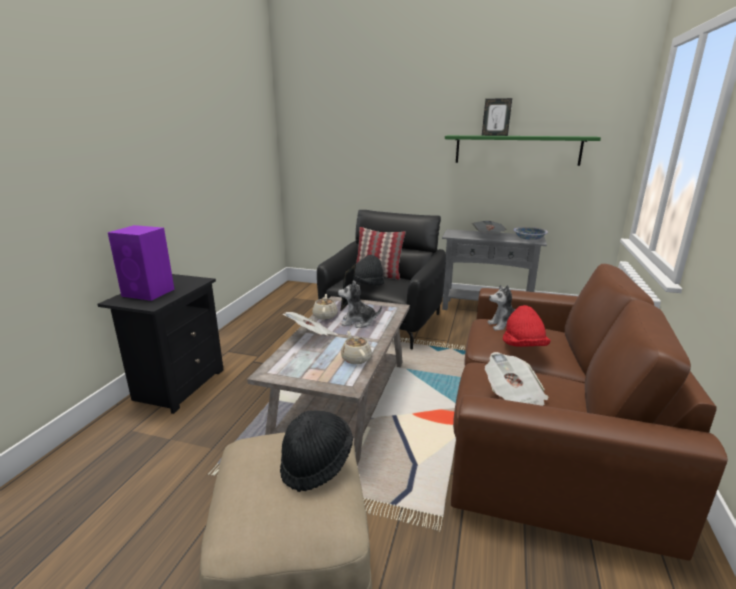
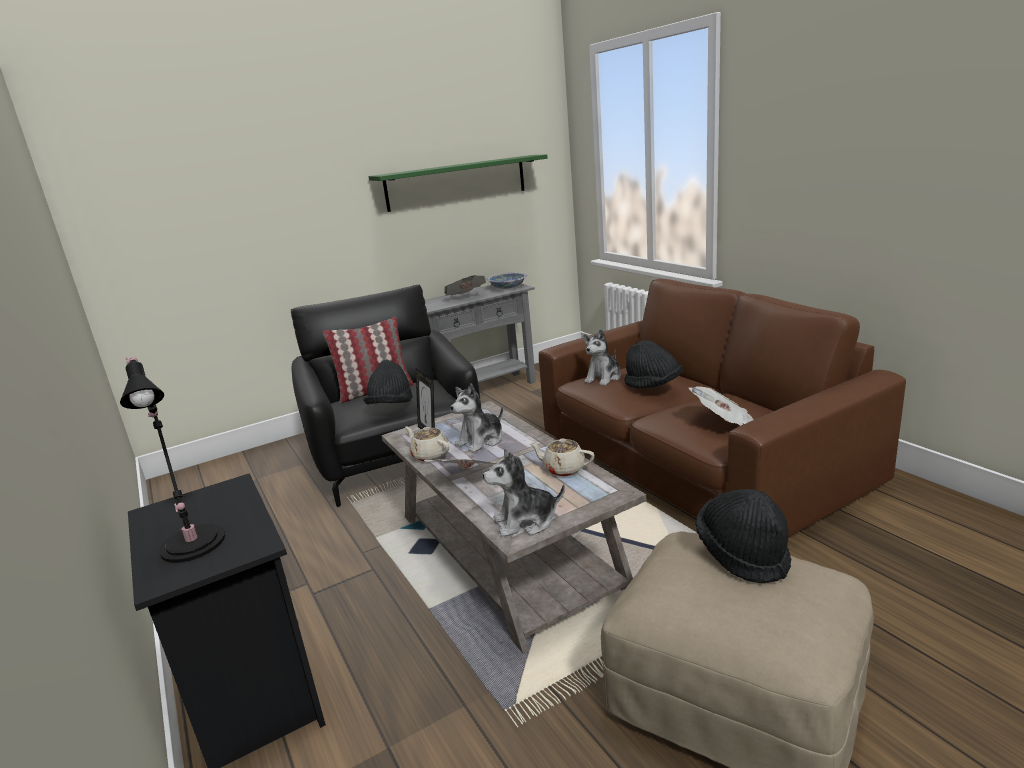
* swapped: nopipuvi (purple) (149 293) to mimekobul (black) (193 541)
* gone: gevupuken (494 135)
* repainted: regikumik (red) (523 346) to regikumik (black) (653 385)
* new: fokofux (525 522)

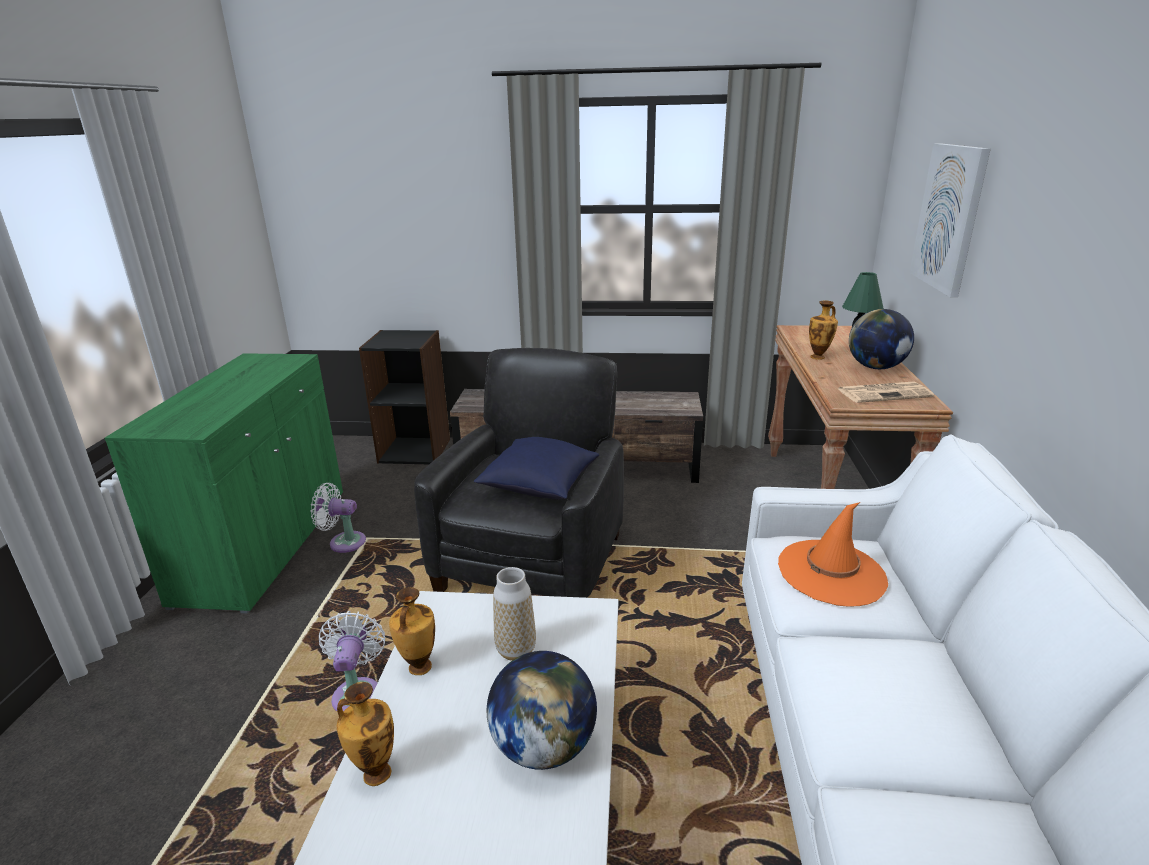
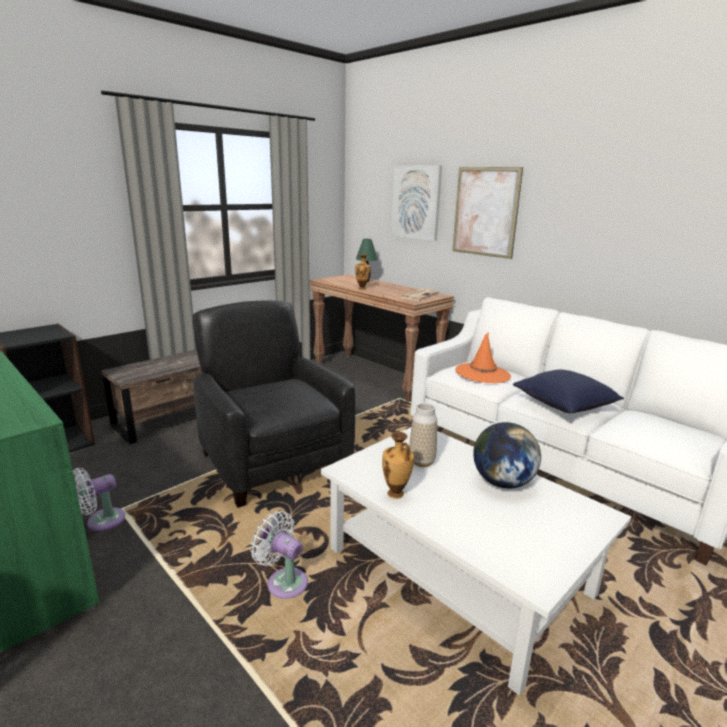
* gone: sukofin (375 773)
* shifted: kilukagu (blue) (539 486) to (564 406)
* gone: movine (876 367)
* new: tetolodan (485 212)

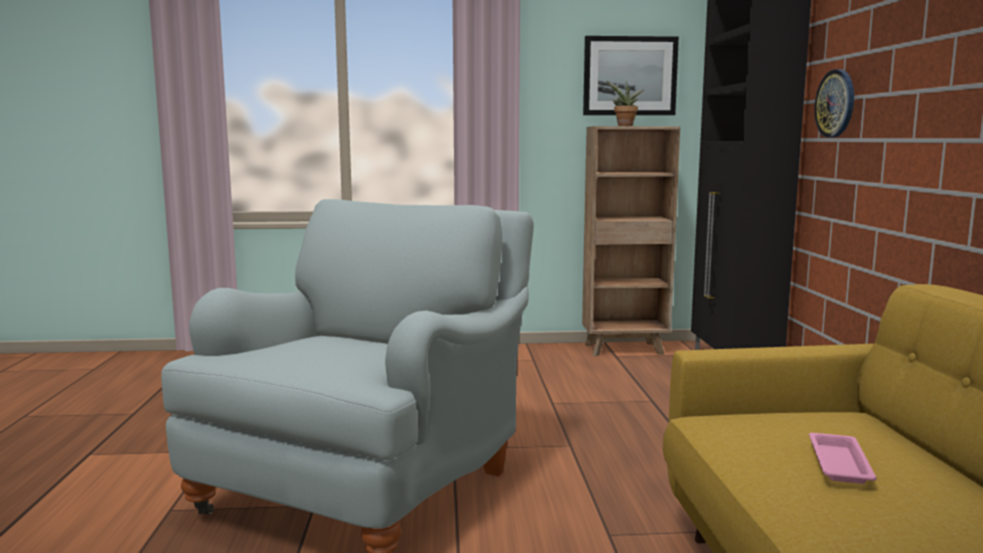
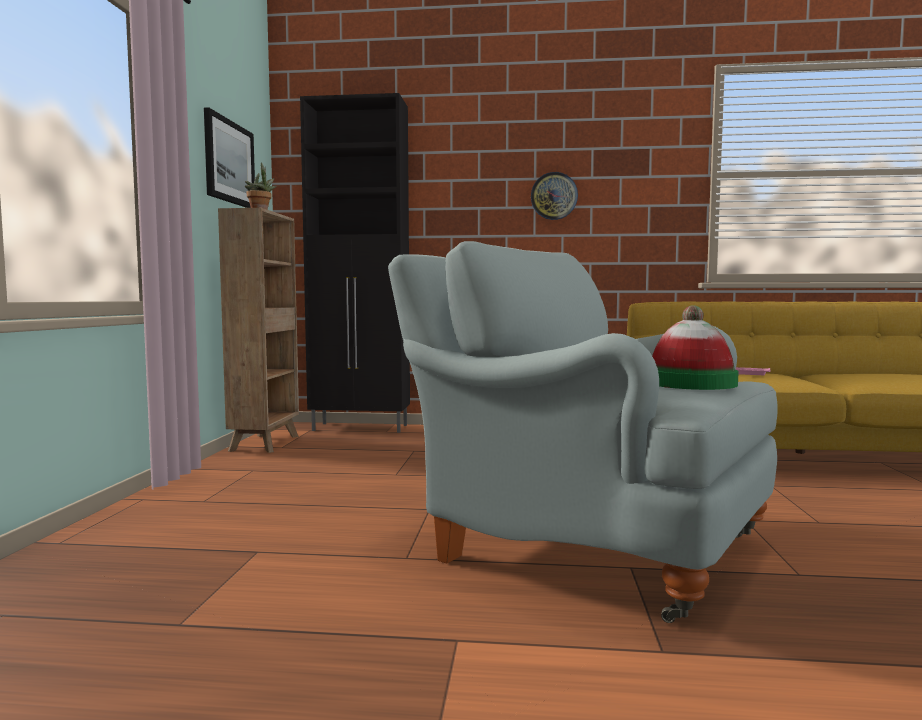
* shifted: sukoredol (835 103) to (554 196)
* new: regikumik (690 383)

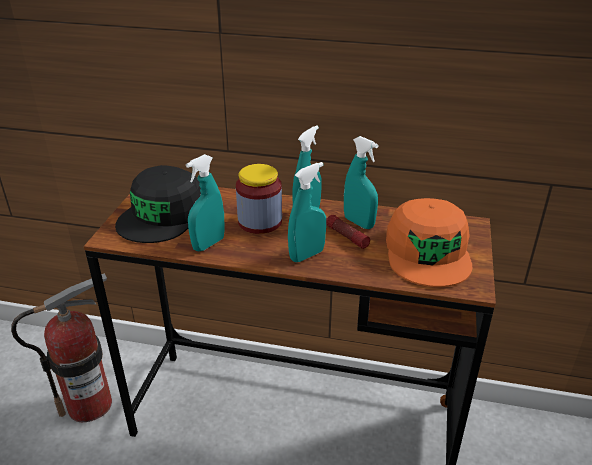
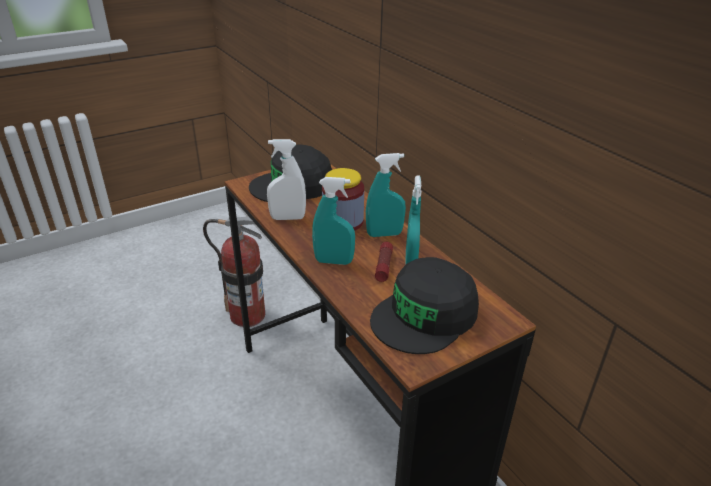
* repainted: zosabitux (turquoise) (208 244) to zosabitux (white) (287 218)
* repainted: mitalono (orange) (428 252) to mitalono (black) (425 316)

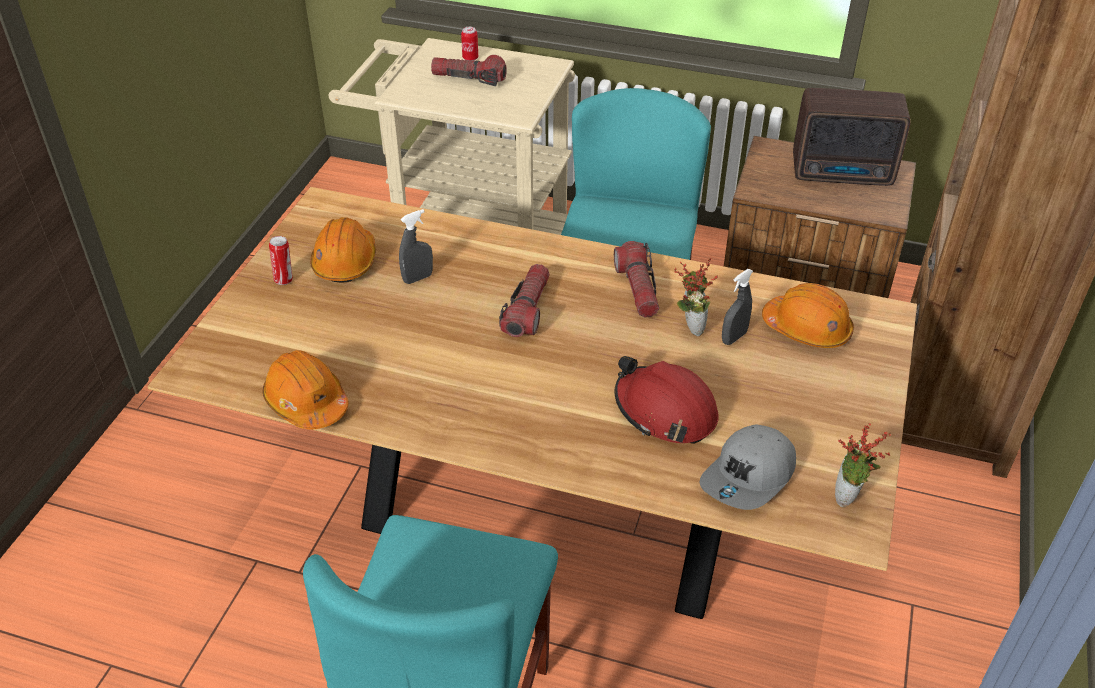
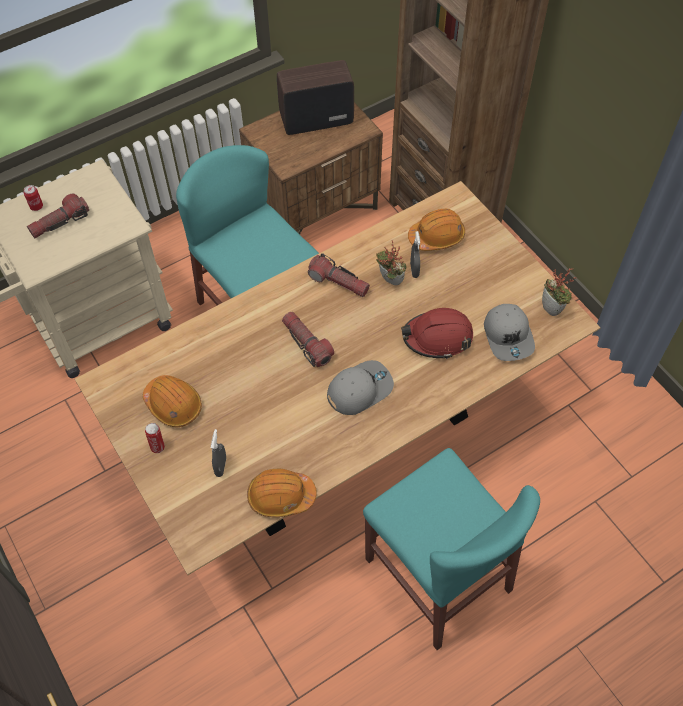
* shifted: zosabitux (grey) (418 278) to (221 466)
* rotated: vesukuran (844 174) = (314 119) 150 degrees counterclockwise
* new: mitalono (grey) (359 389)

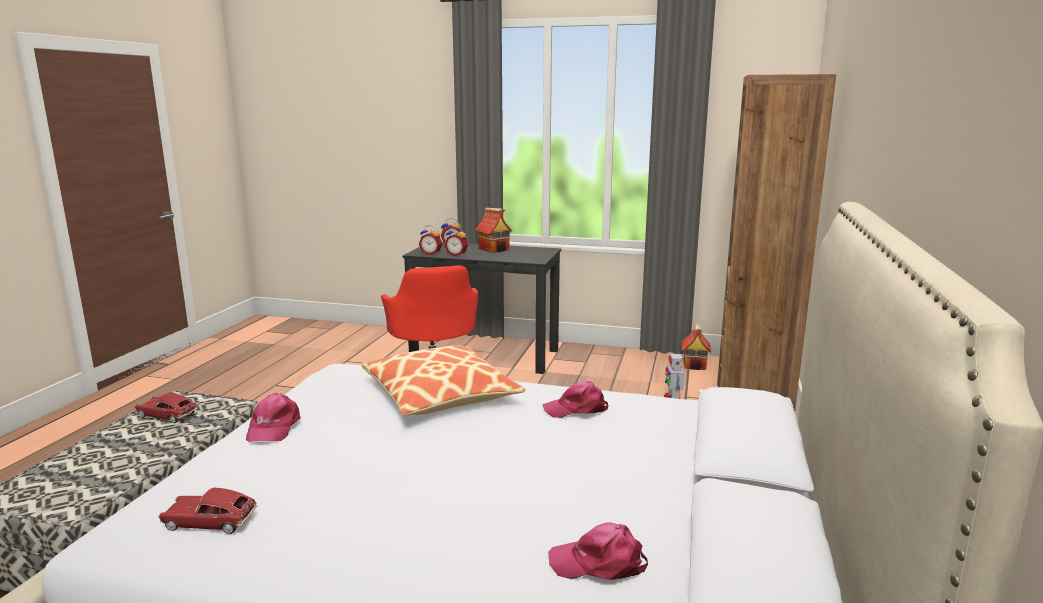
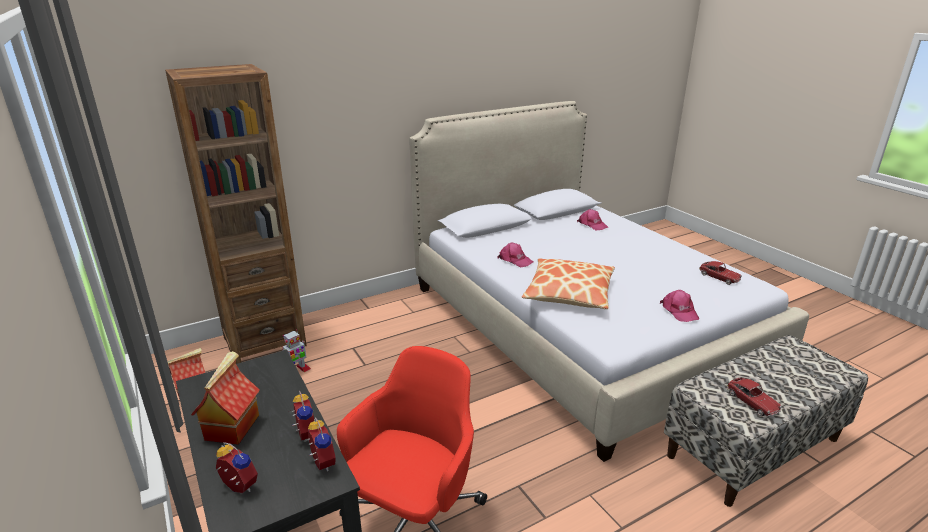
* rotated: mitalono (pink) (273 427) = (679 311) 120 degrees clockwise

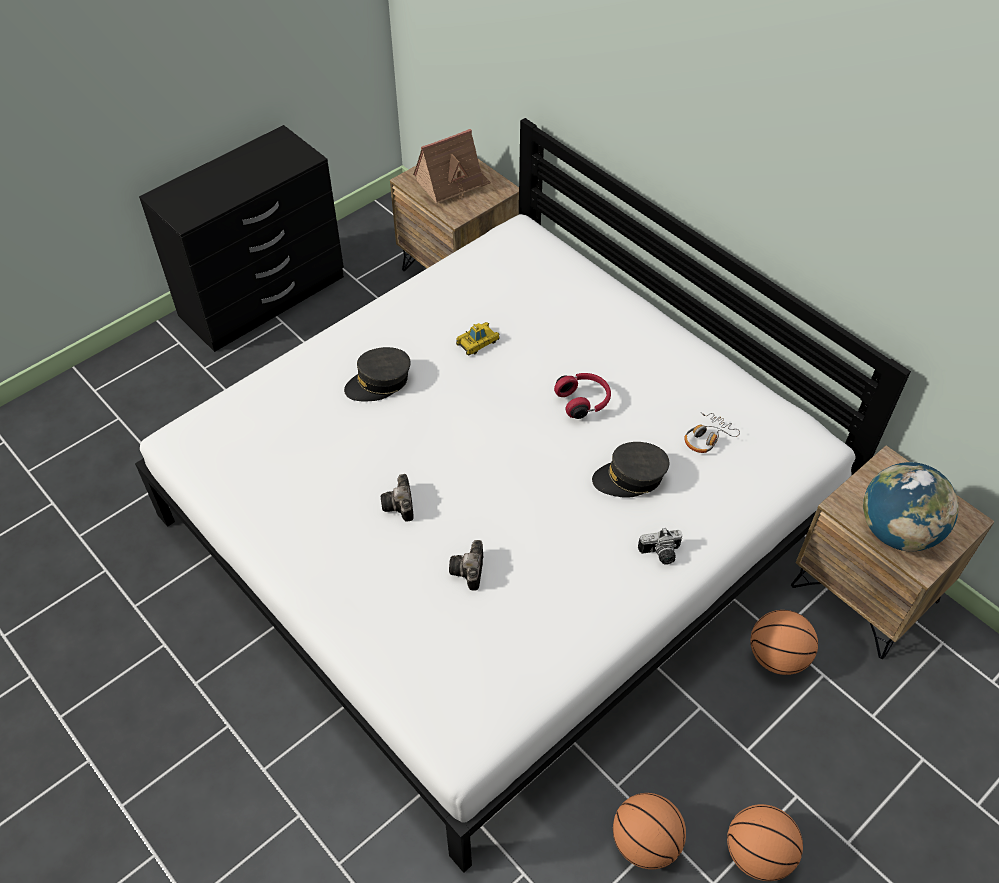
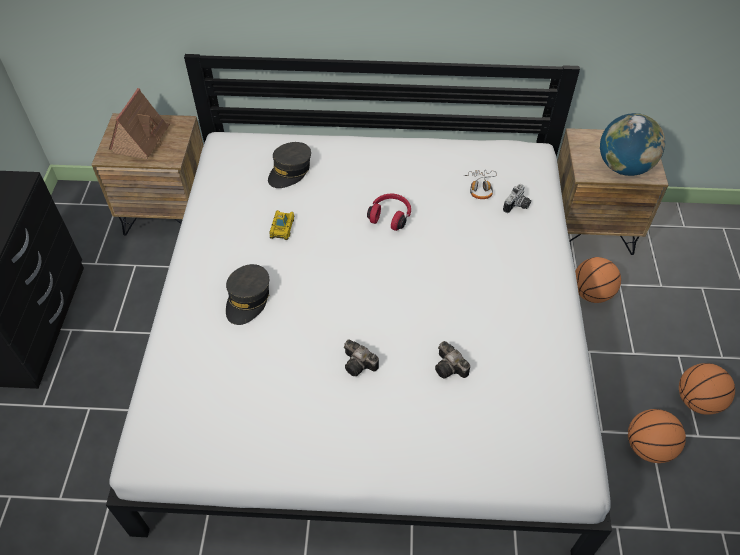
* shifted: mitalono (grey) (630 478) to (290 171)
* shifted: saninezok (661 554) to (517 206)

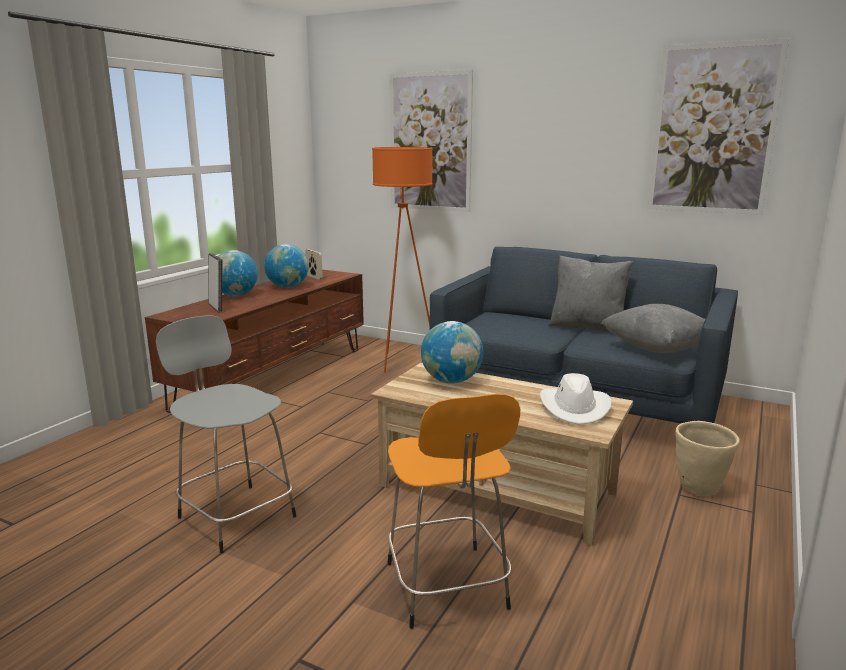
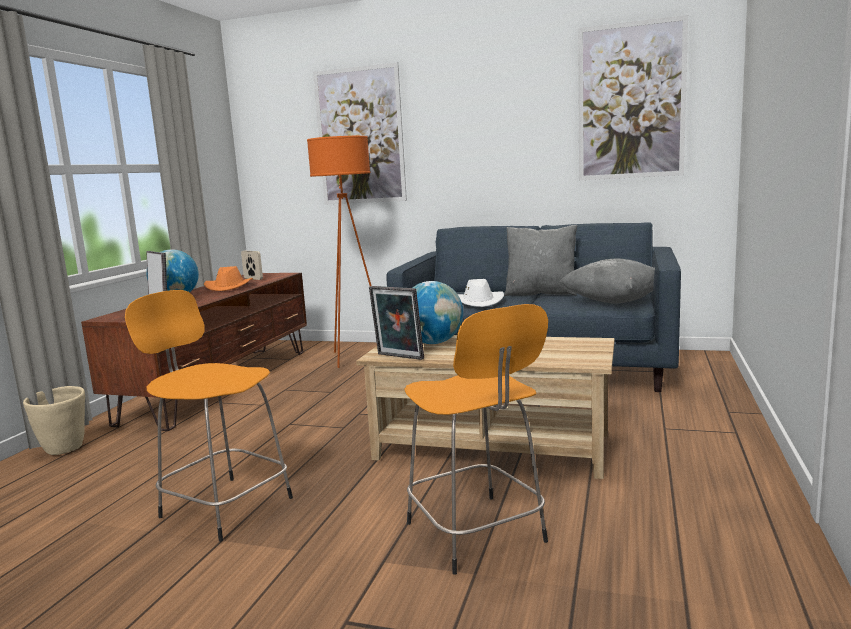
* repainted: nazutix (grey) (235 515) to nazutix (orange) (223 506)
* swapped: movine (288 287) to regikumik (orange) (229 287)
* shifted: regikumik (white) (575 408) to (479 302)
* shifted: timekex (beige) (699 489) to (64 450)
* new: gevupuken (398 357)

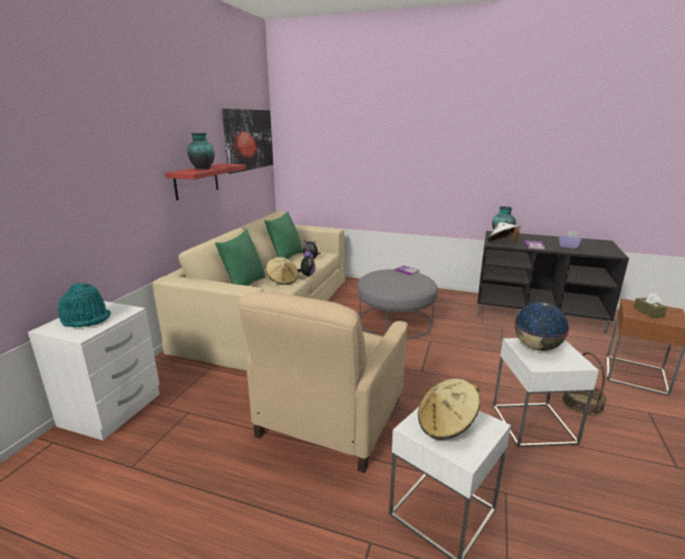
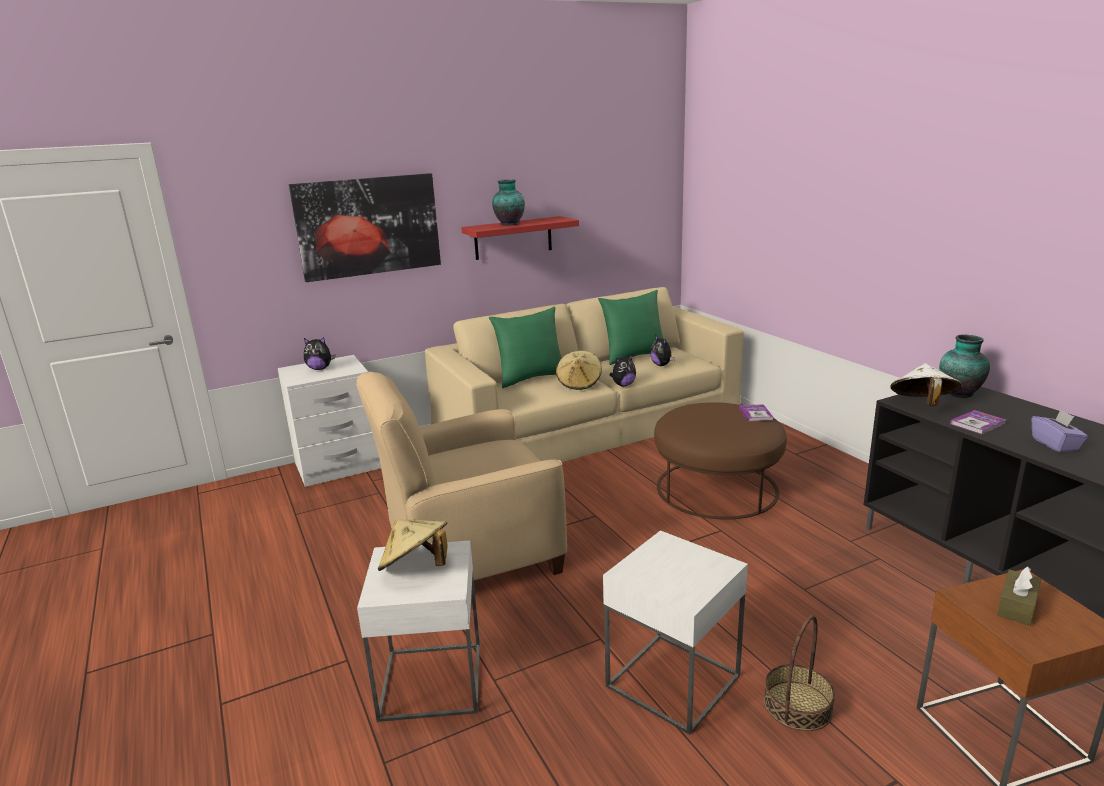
* swapped: regikumik (turquoise) (86 319) to fokofux (320 369)
* shifted: tetolodan (248 139) to (368 226)
* repainted: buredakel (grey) (395 321) to buredakel (brown) (717 488)
* gone: movine (537 347)

